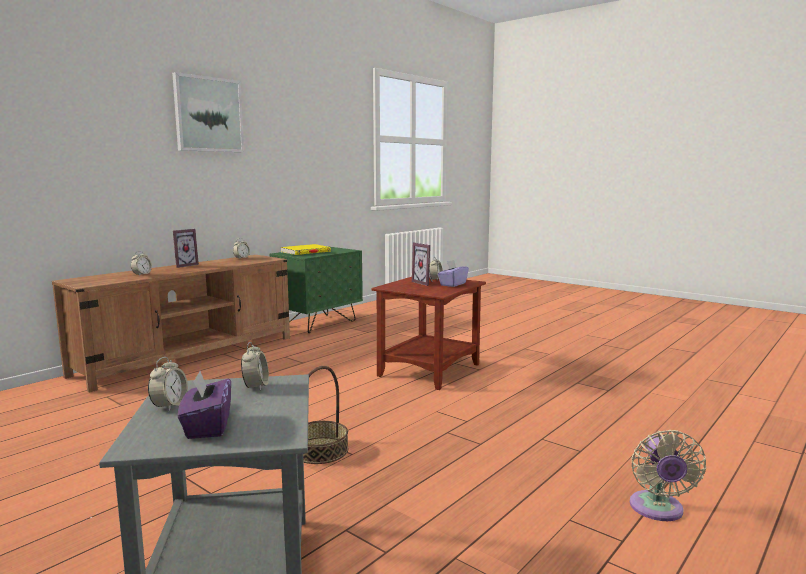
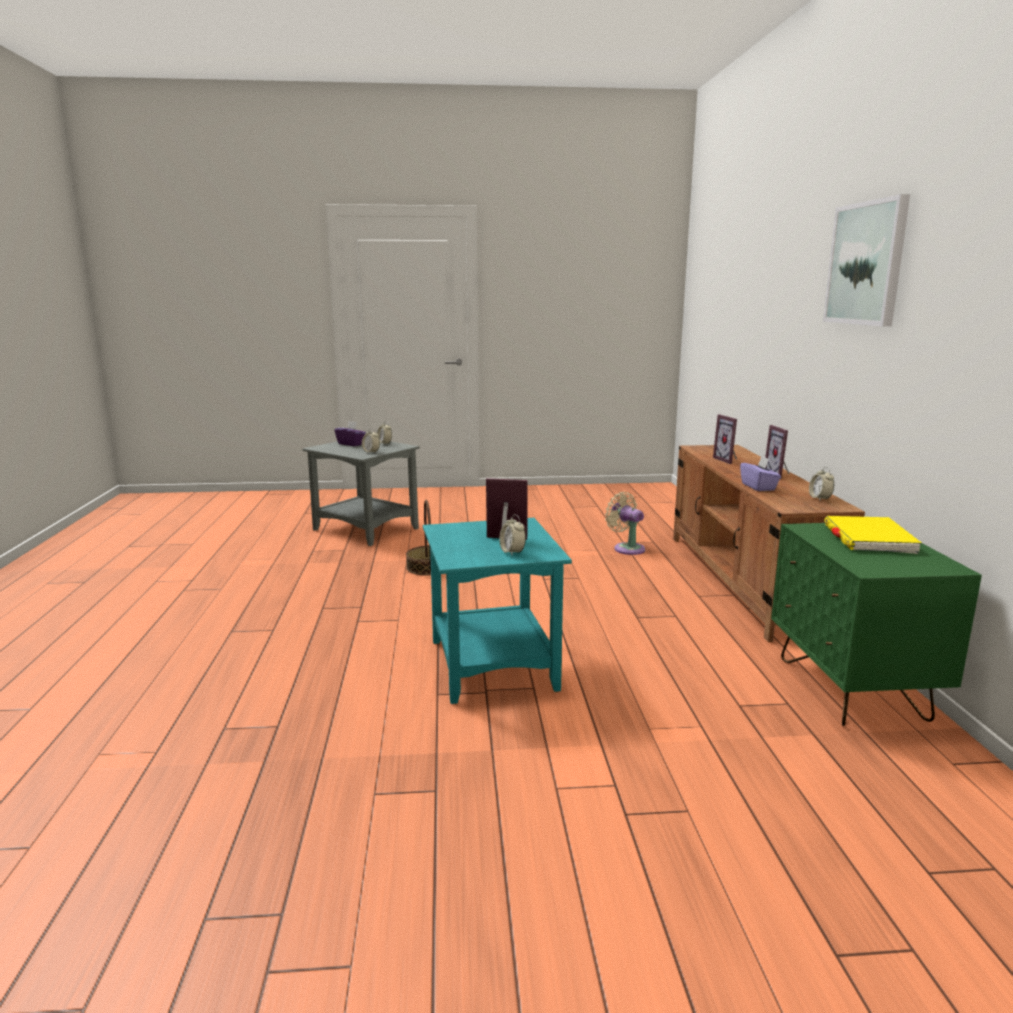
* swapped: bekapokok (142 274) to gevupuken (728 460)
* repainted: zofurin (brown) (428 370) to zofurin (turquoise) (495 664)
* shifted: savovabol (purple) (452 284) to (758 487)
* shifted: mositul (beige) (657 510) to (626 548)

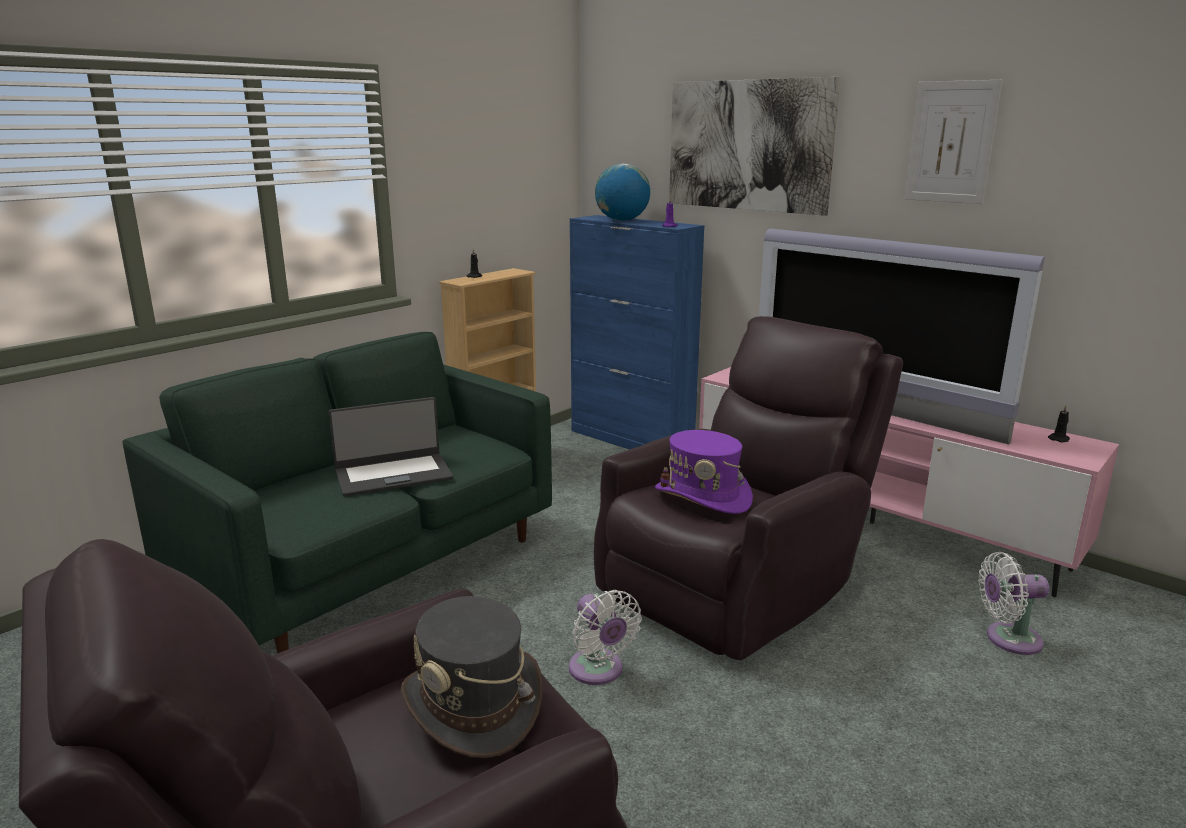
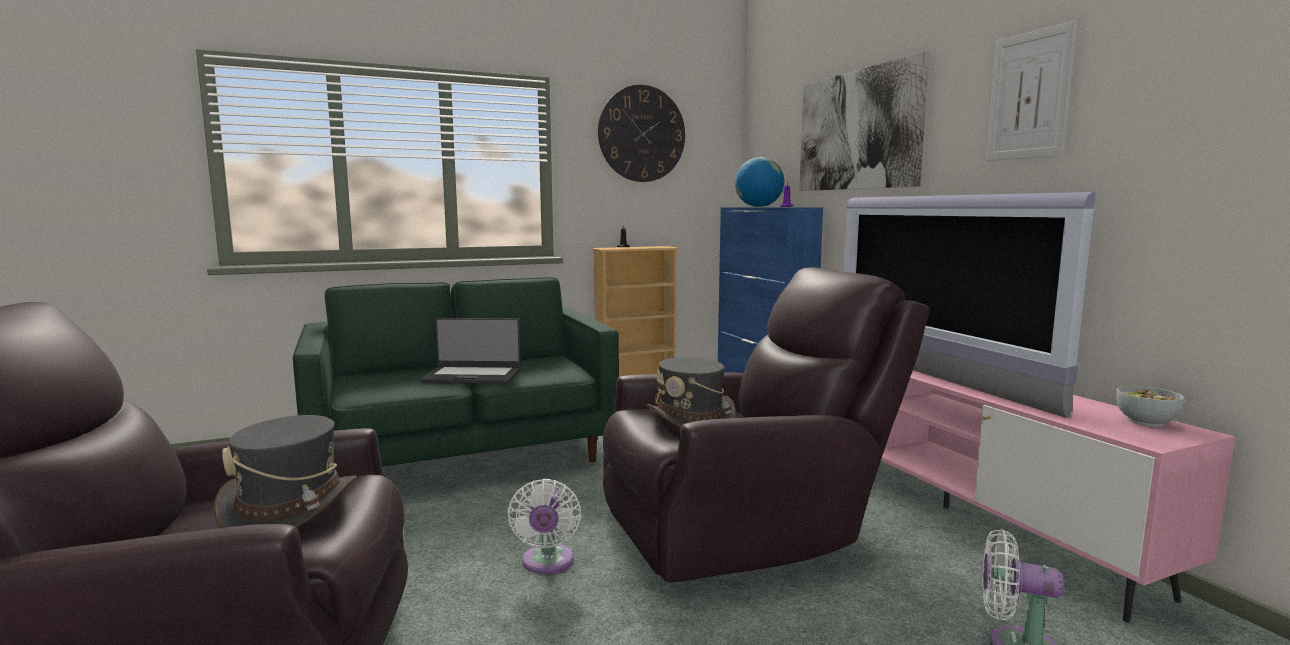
* repainted: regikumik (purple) (703 496) to regikumik (grey) (691 421)
* swapped: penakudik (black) (1059 439) to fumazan (1145 422)
* new: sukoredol (642 134)

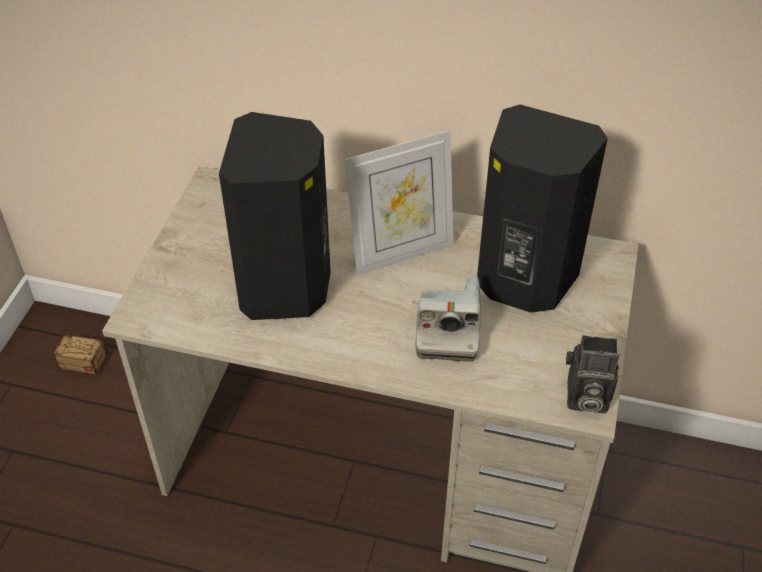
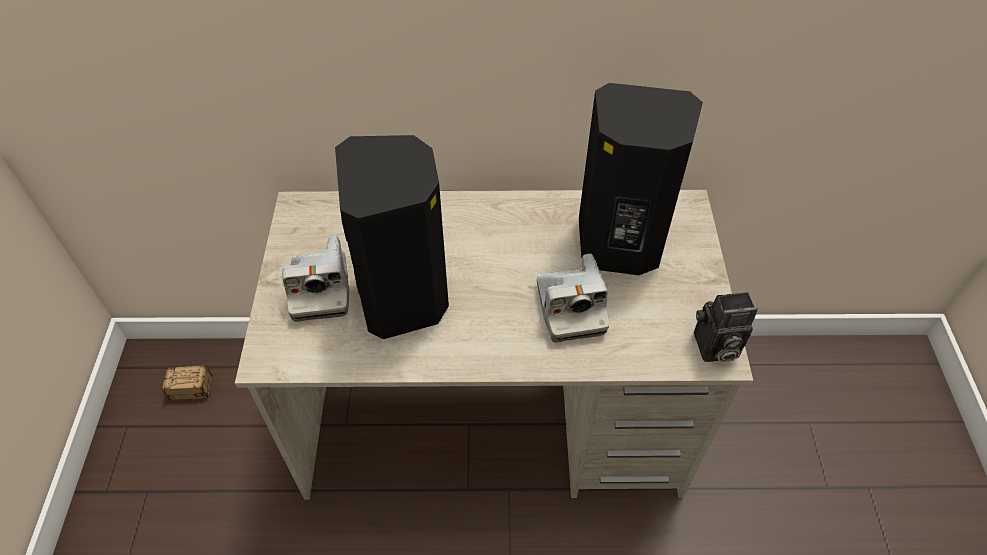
* gone: gevupuken (401 252)
* new: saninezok (320 290)

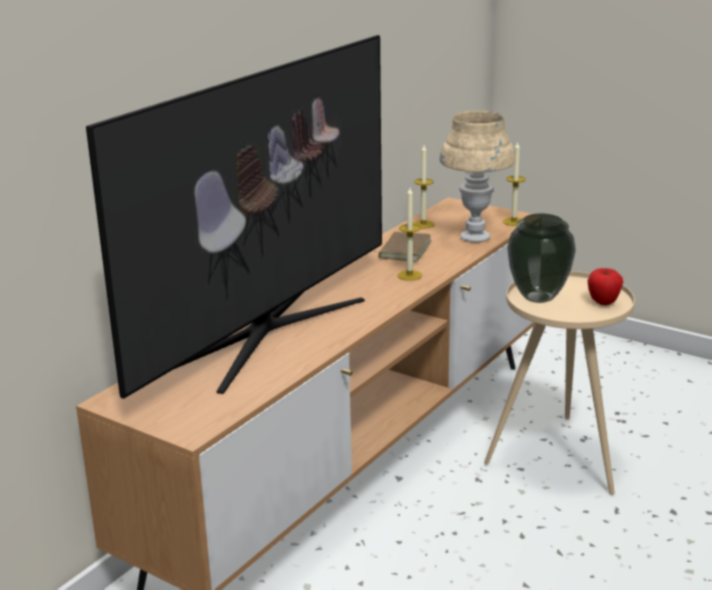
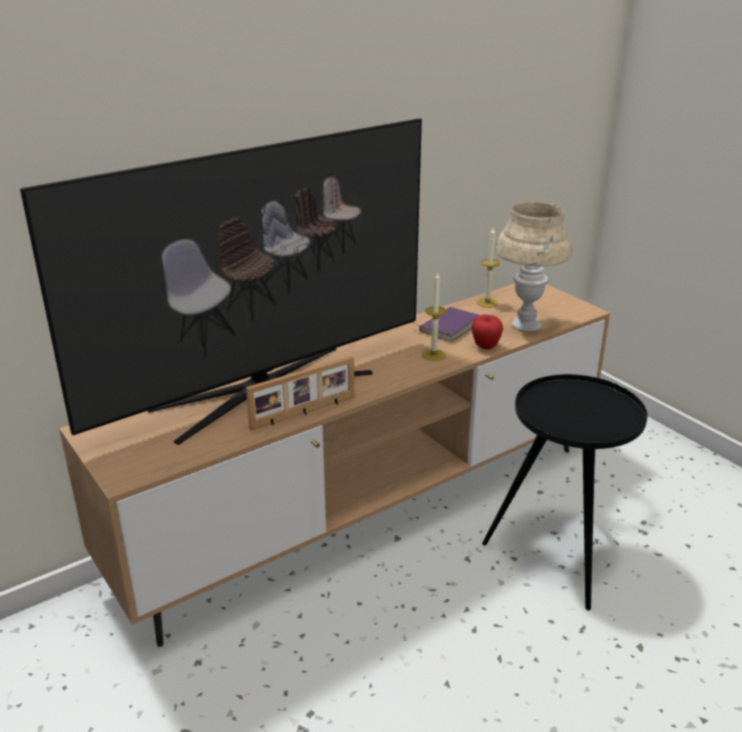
* repainted: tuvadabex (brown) (403 250) to tuvadabex (purple) (448 326)
* repainted: zofurin (beige) (559 454) to zofurin (black) (559 552)
* gone: penakudik (514 222)
* gone: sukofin (537 298)
* shifted: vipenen (603 303) to (485 346)
* new: gevupuken (304 413)

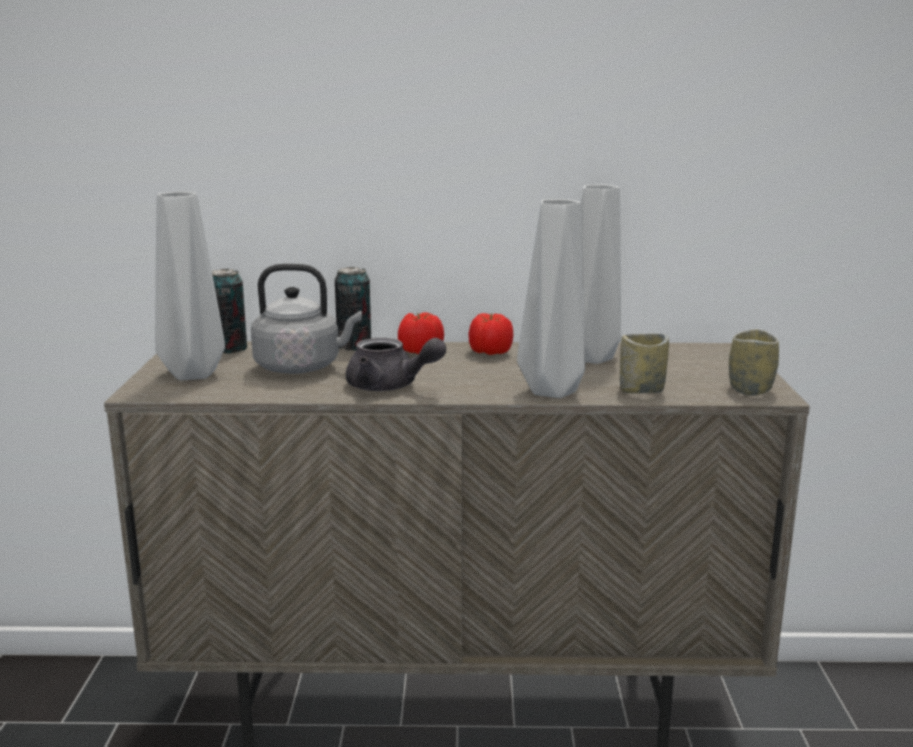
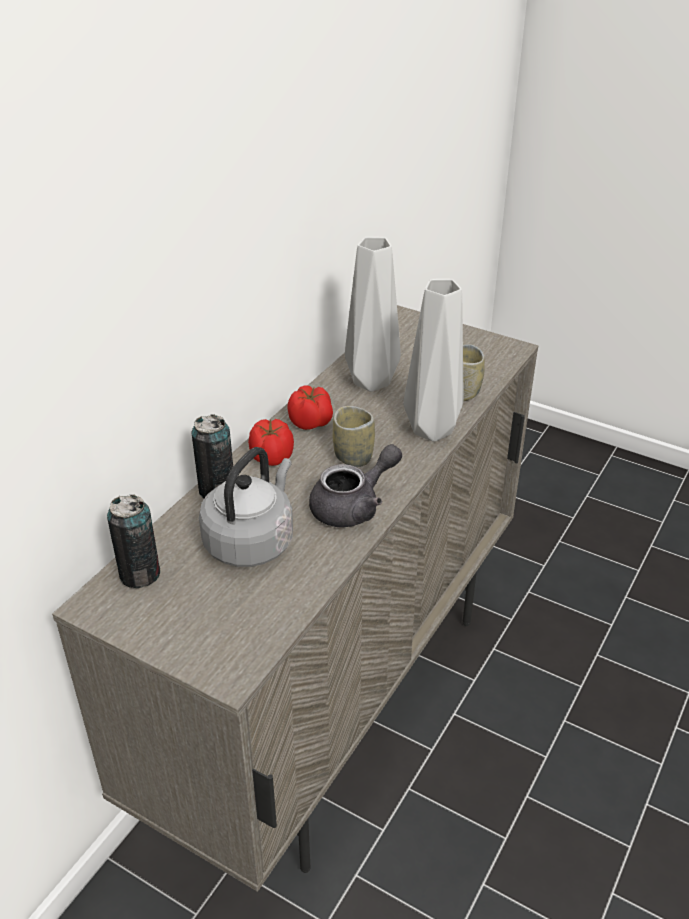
* gone: sukofin (grey) (195 373)
* shifted: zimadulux (750 389) to (353 457)

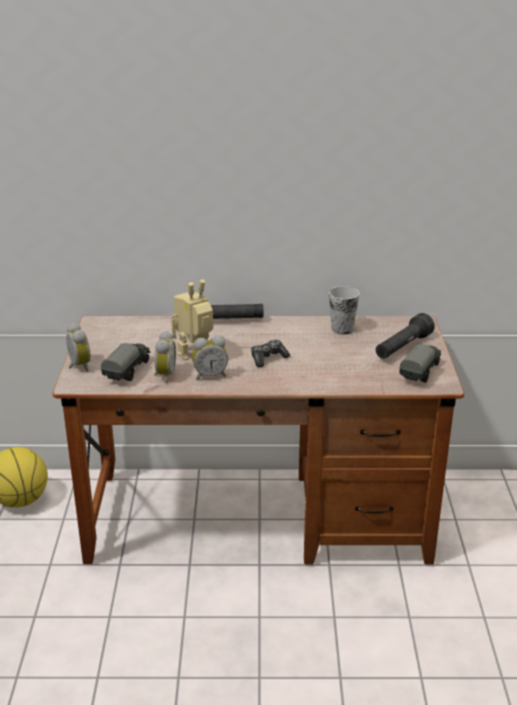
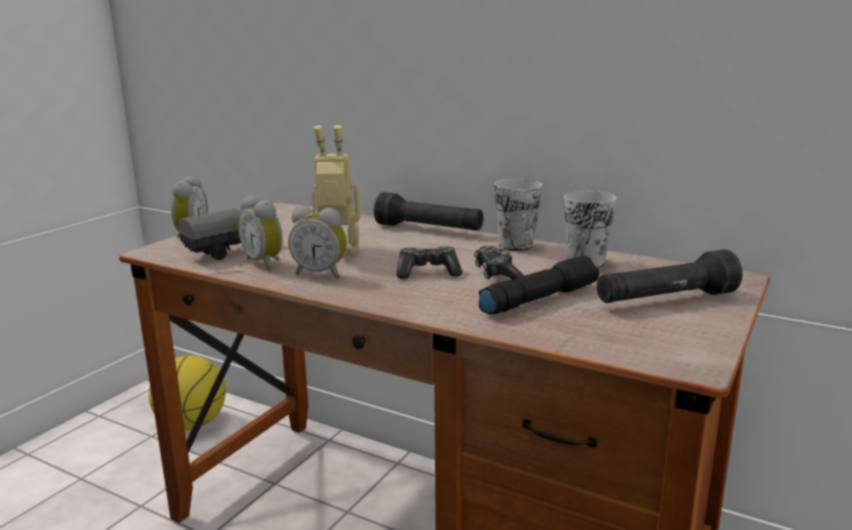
* rotated: bekapokok (164 375) = (265 263) 105 degrees clockwise
* gone: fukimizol (420 372)
* new: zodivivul (497 275)
* new: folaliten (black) (539 299)
* new: zimadulux (516 245)

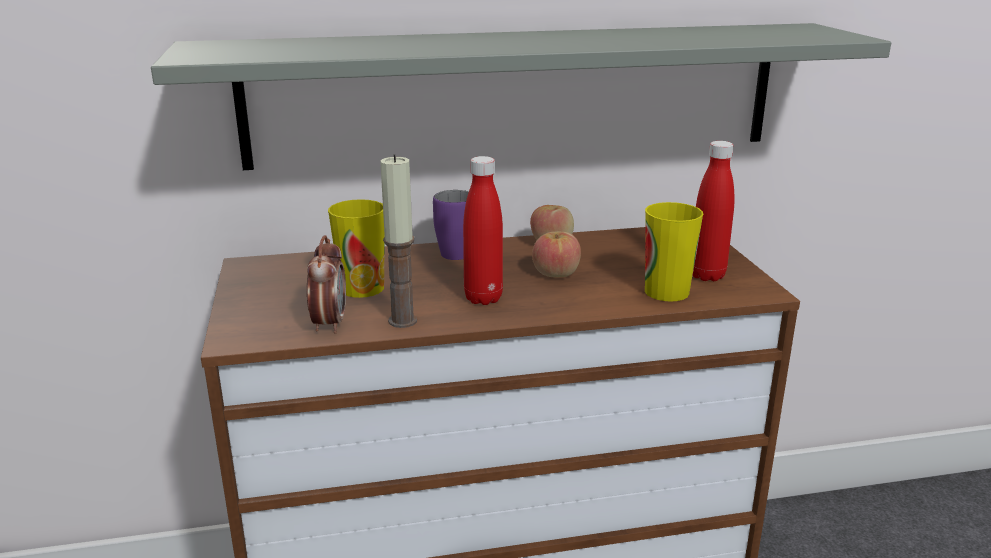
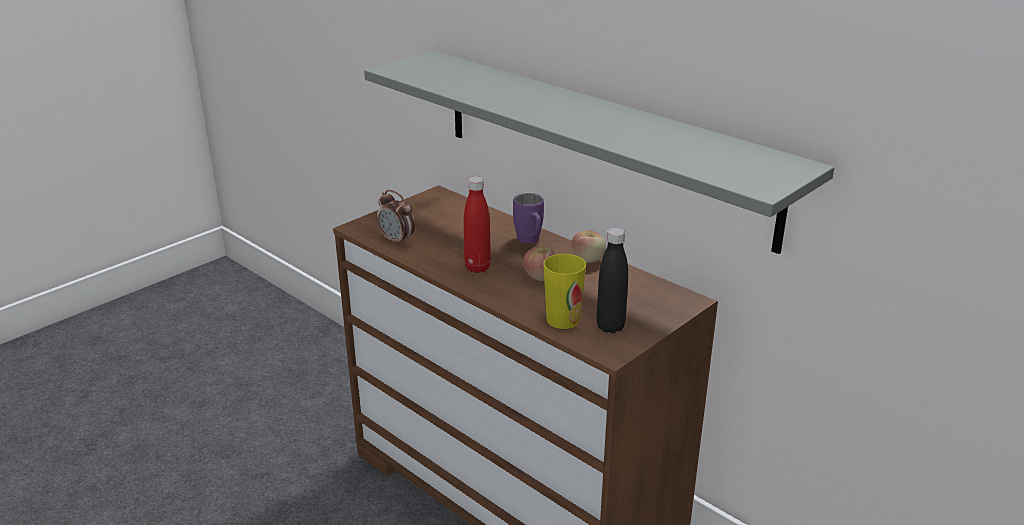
* rotated: bekapokok (329 324) = (397 241) 75 degrees clockwise
* gone: zimadulux (362 288)
* gone: penakudik (402 321)
* repainted: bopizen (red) (707 275) to bopizen (black) (610 327)

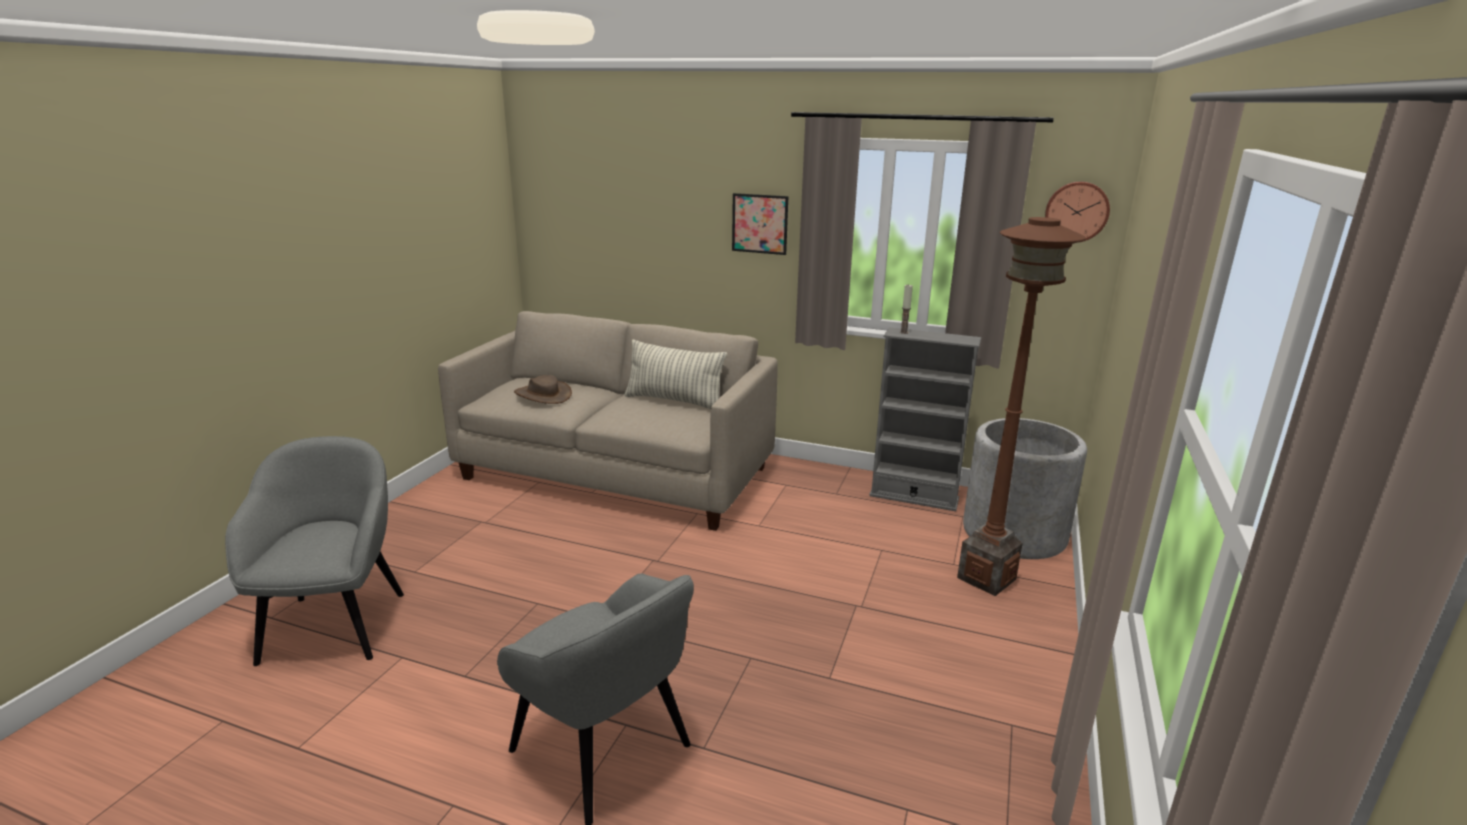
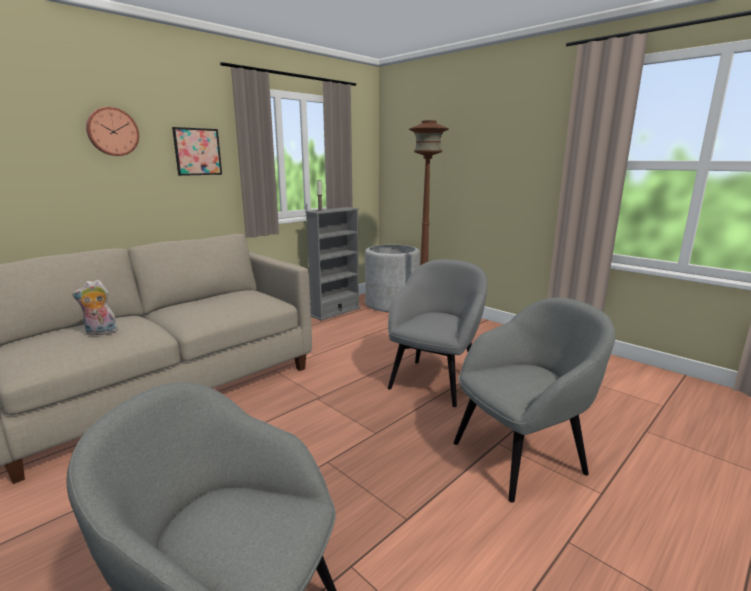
* swapped: regikumik (brown) (543 395) to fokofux (100 333)
* gone: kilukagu (674 401)
* shifted: sukoredol (1076 211) to (112 132)
* new: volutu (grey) (435 381)

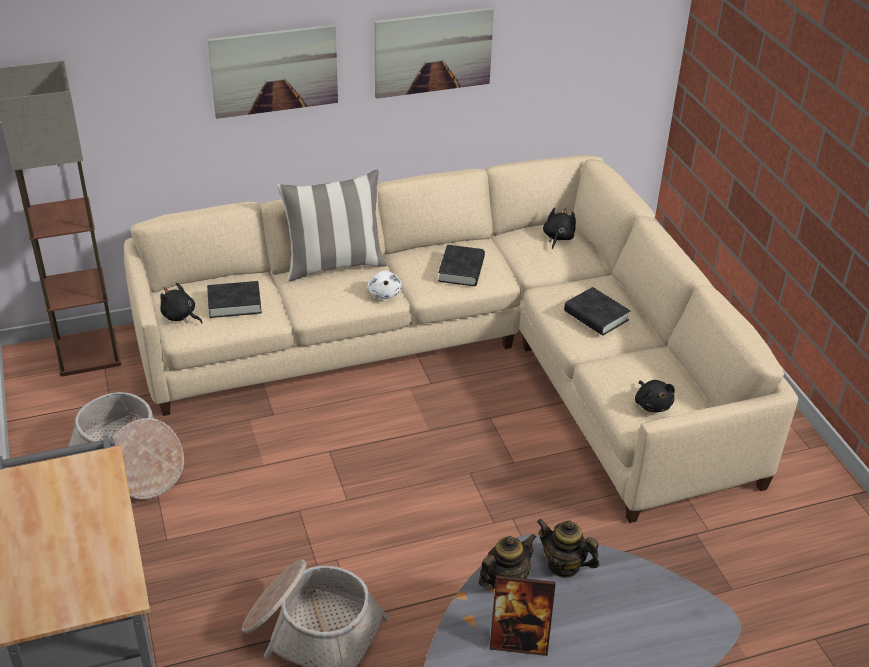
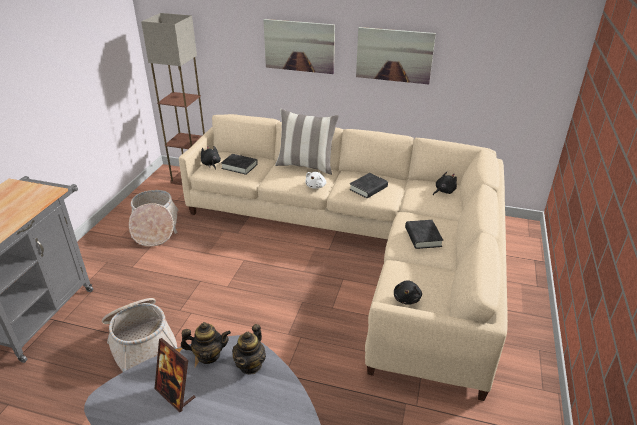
* rotated: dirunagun (564 565) = (250 365) 135 degrees counterclockwise

